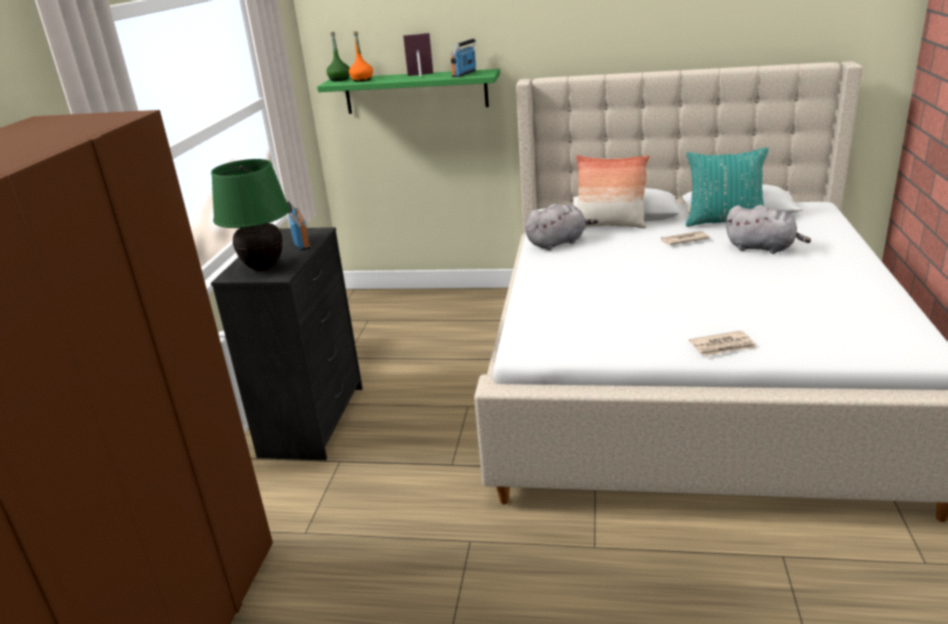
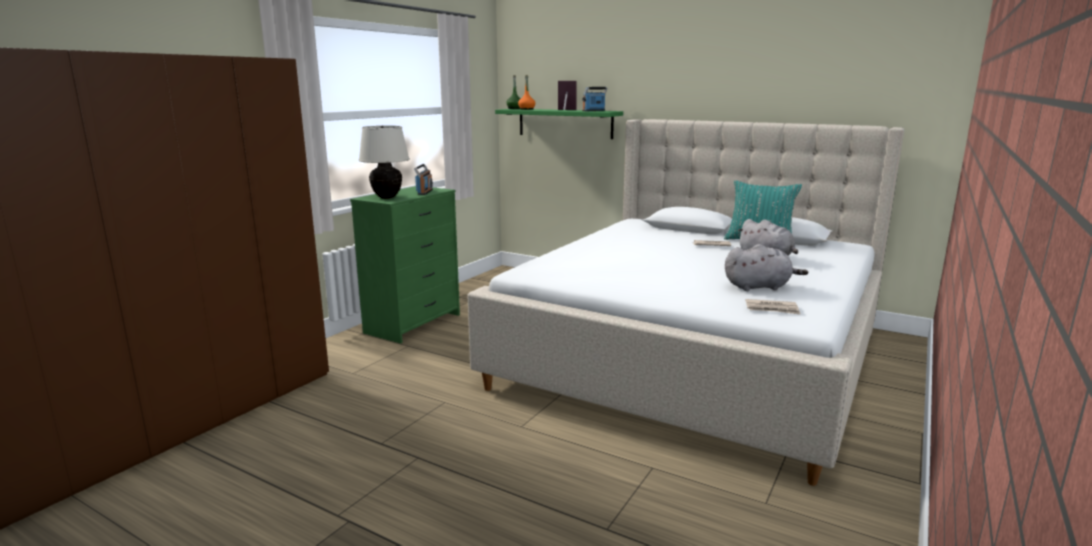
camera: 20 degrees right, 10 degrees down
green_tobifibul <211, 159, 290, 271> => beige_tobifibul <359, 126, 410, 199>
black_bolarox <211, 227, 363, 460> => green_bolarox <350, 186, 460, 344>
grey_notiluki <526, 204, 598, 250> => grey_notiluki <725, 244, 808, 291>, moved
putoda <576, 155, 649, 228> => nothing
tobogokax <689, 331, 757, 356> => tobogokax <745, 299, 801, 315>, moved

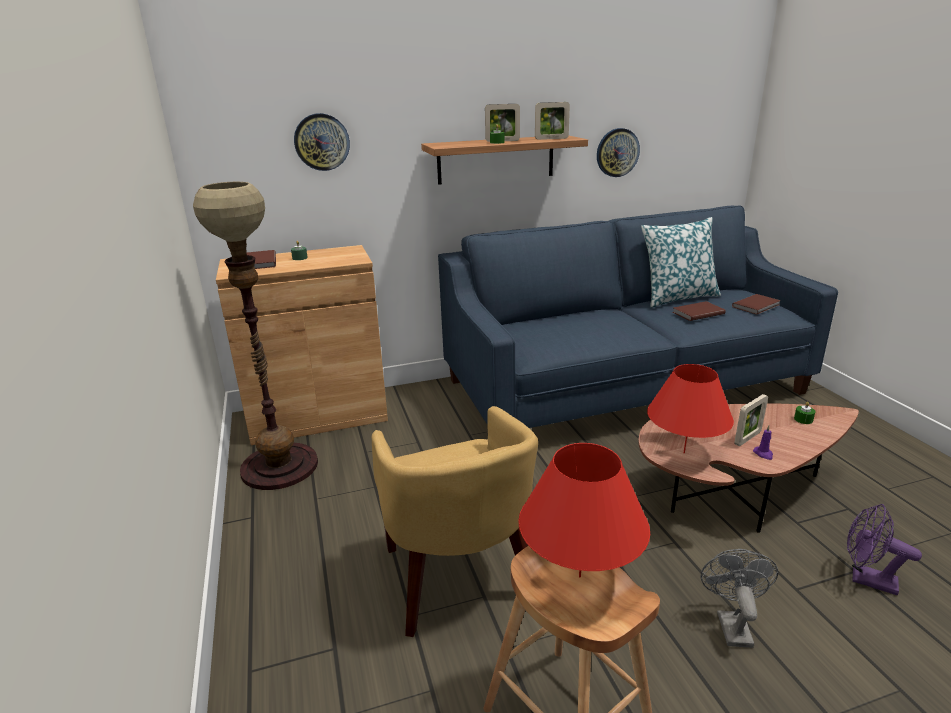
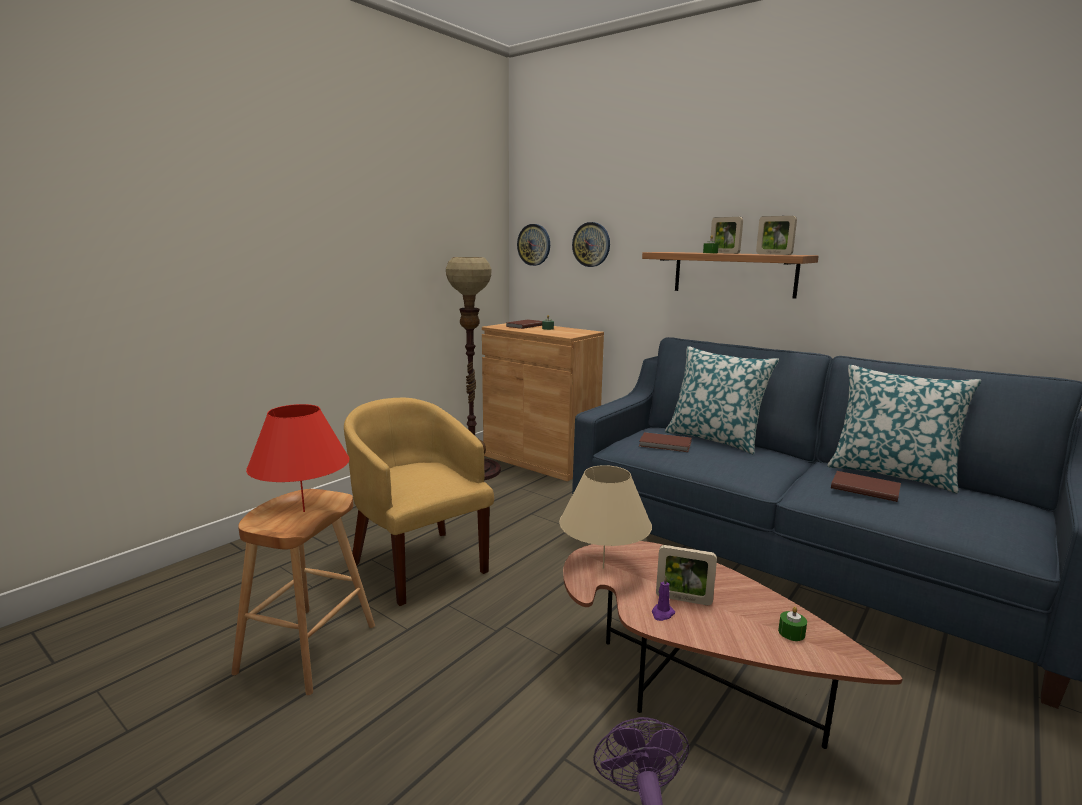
camera: 55 degrees right, 10 degrees down
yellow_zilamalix <372, 406, 538, 637> => yellow_zilamalix <344, 398, 494, 606>, 105 degrees clockwise
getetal <597, 128, 640, 177> => getetal <517, 224, 550, 266>, moved
red_tobifibul <647, 364, 734, 453> => beige_tobifibul <559, 465, 652, 569>
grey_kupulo <700, 549, 779, 648> => nothing
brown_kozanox <732, 294, 781, 315> => brown_kozanox <639, 432, 692, 452>, moved
nothing => putoda <665, 346, 779, 455>

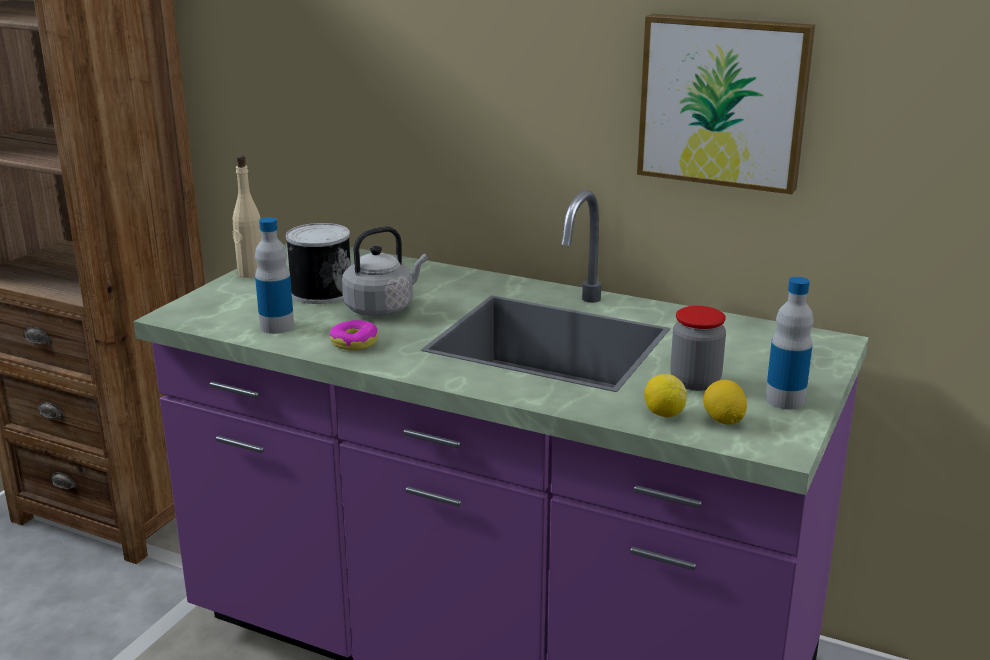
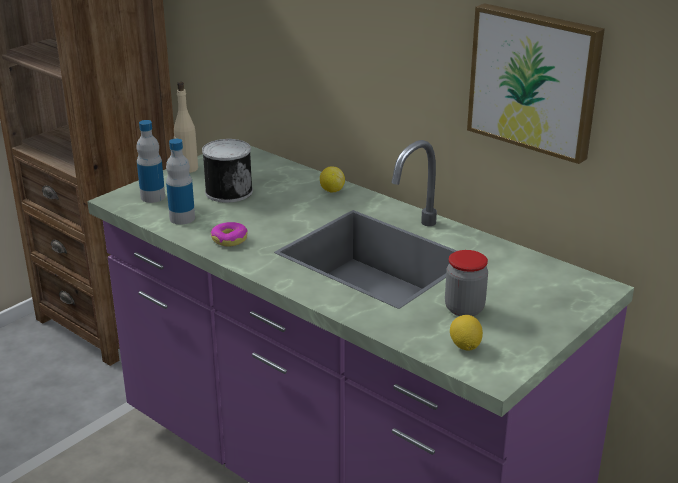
camera: 15 degrees right, 5 degrees up
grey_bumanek <342, 226, 427, 316> => nothing
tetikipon <644, 374, 687, 417> => tetikipon <320, 166, 345, 193>, moved
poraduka <765, 277, 814, 409> => poraduka <136, 120, 165, 203>, moved

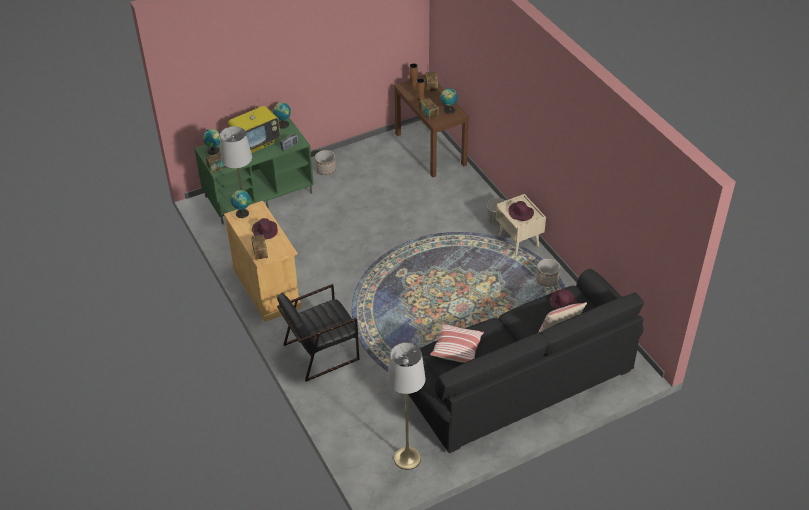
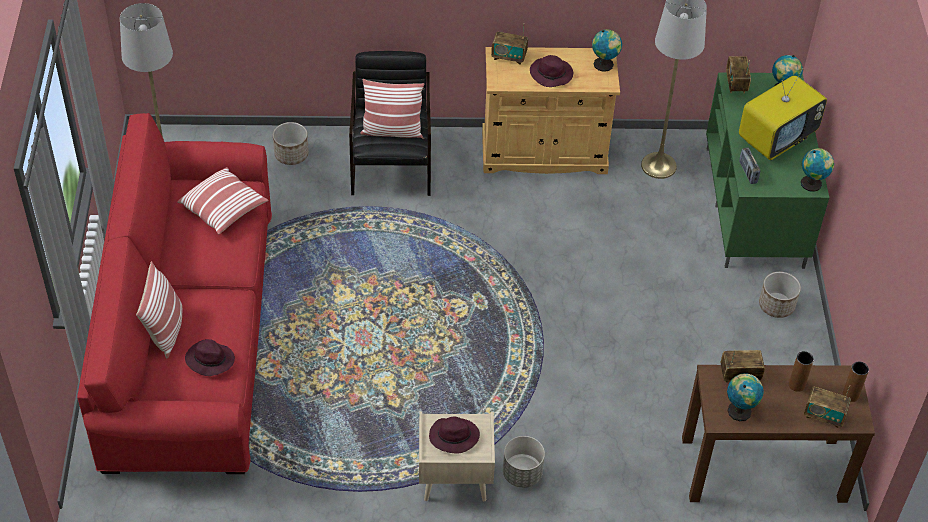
camera: 115 degrees right, 5 degrees up
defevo <228, 99, 280, 153> => defevo <739, 68, 827, 160>, 120 degrees counterclockwise
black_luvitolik <400, 269, 644, 453> => red_luvitolik <77, 113, 272, 474>
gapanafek <536, 259, 560, 287> => gapanafek <273, 122, 309, 165>, moved
nothing => putoda <360, 79, 424, 138>

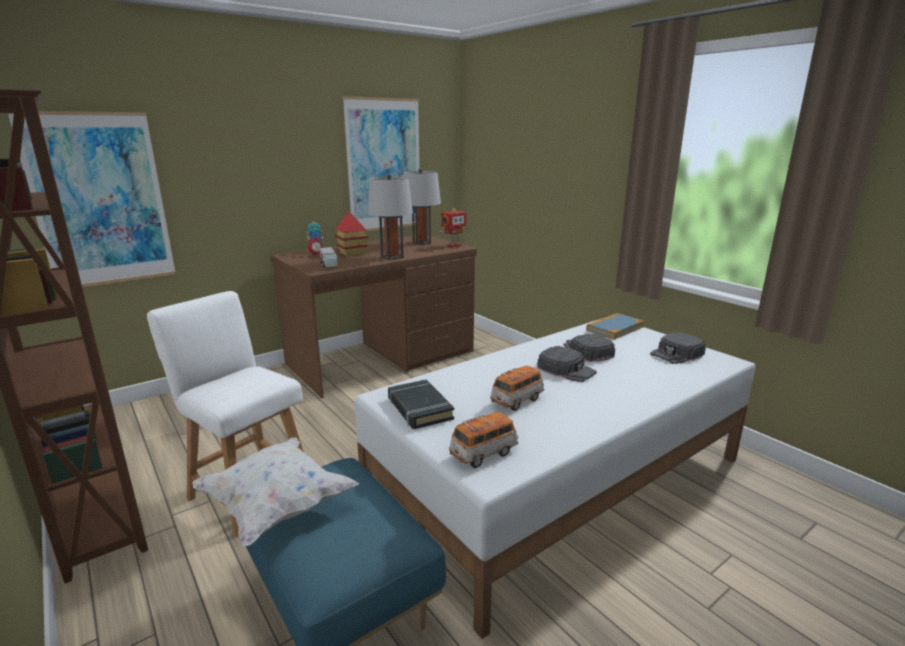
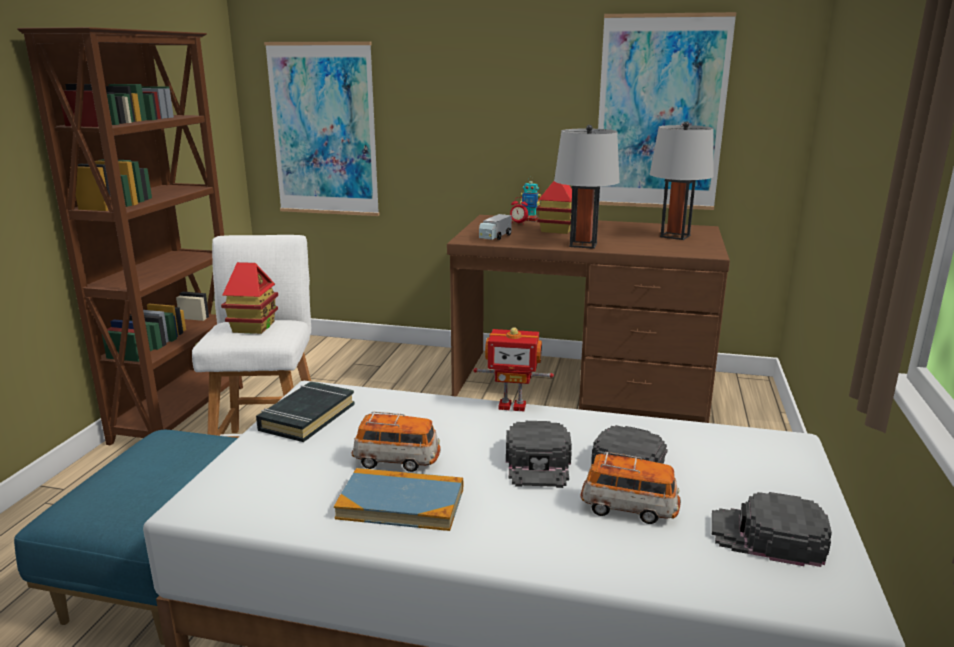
camera: 50 degrees right, 0 degrees up
white_putoda <192, 437, 359, 546> => nothing
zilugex <439, 208, 467, 248> => zilugex <473, 327, 554, 411>, moved
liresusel <449, 412, 518, 468> => liresusel <580, 452, 681, 524>, moved
kozanox <586, 313, 644, 340> => kozanox <334, 468, 463, 531>, moved
nothing => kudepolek <221, 262, 278, 334>

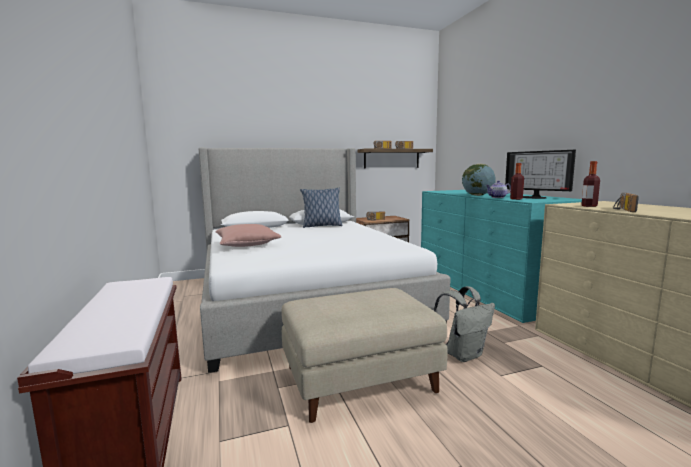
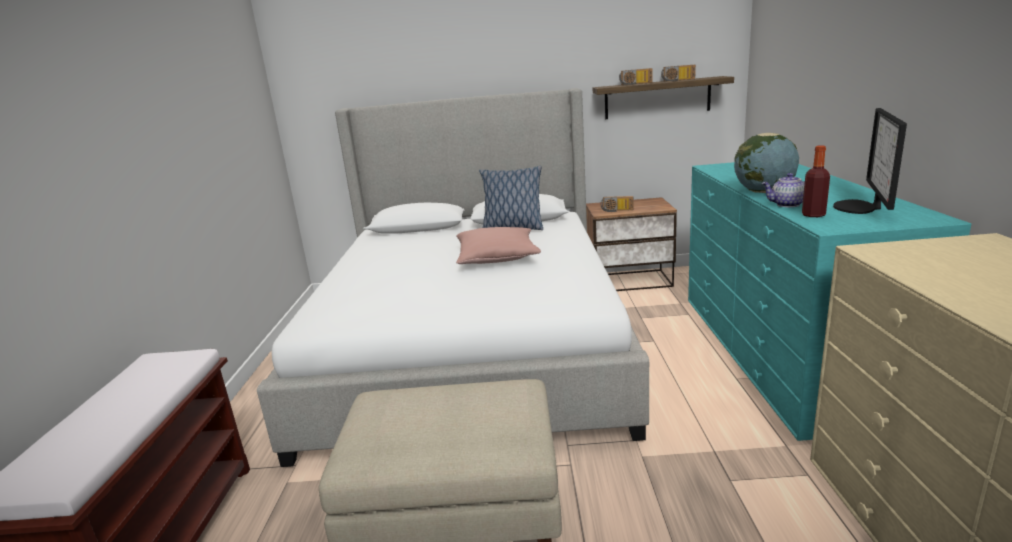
camera: 20 degrees right, 10 degrees up
pink_putoda <215, 224, 282, 247> => pink_putoda <456, 227, 541, 264>, moved
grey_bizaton <434, 286, 495, 362> => nothing
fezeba <505, 150, 576, 199> => fezeba <833, 108, 907, 214>, 45 degrees clockwise
poraduka <581, 161, 600, 207> => nothing
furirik <613, 193, 639, 212> => nothing

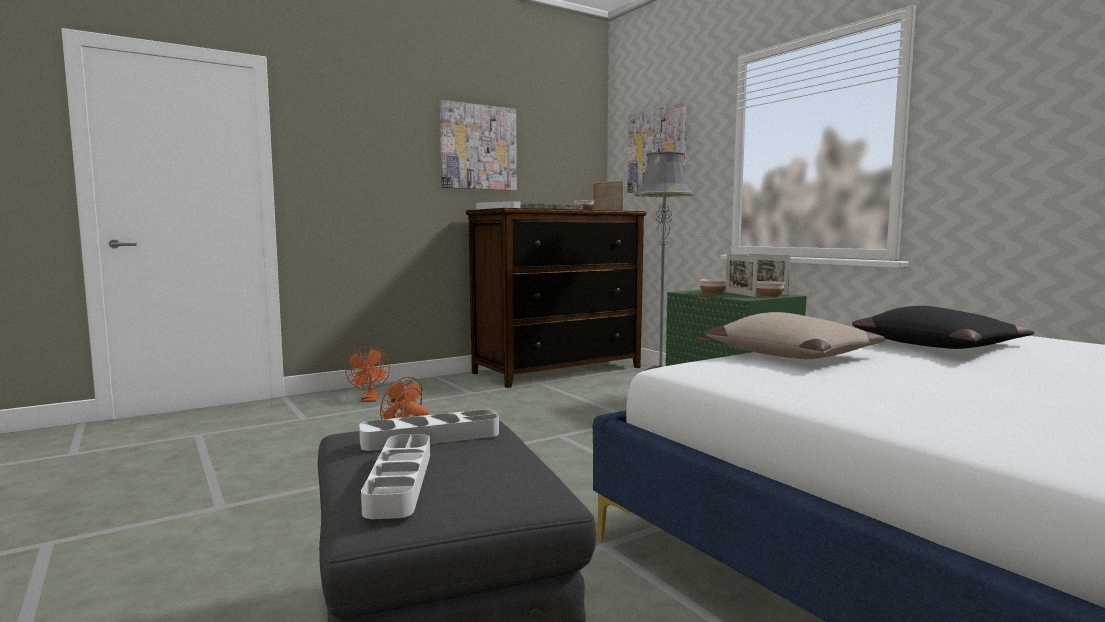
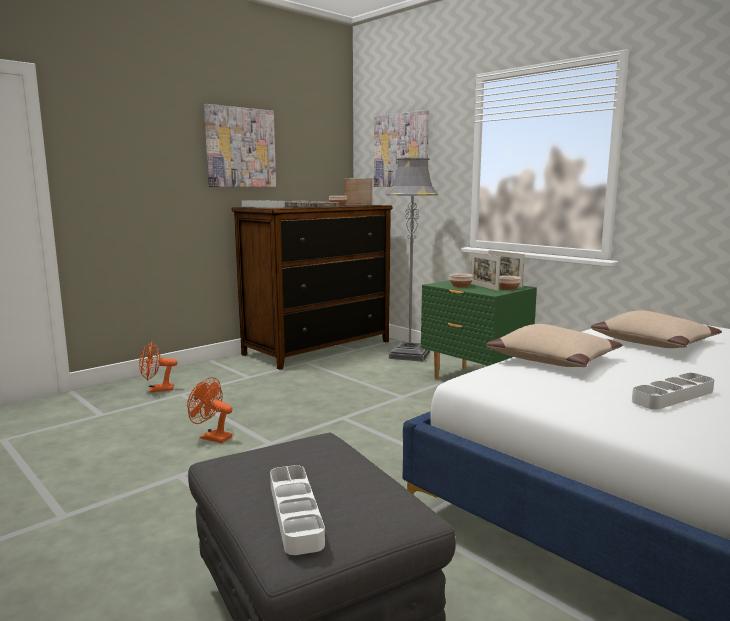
camera: 10 degrees left, 5 degrees up
orange_kupulo <345, 346, 390, 402> => orange_kupulo <139, 341, 177, 393>, 90 degrees clockwise
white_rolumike <359, 410, 499, 451> => white_rolumike <632, 373, 715, 410>, moved
black_putoda <852, 306, 1035, 349> => beige_putoda <591, 311, 722, 348>

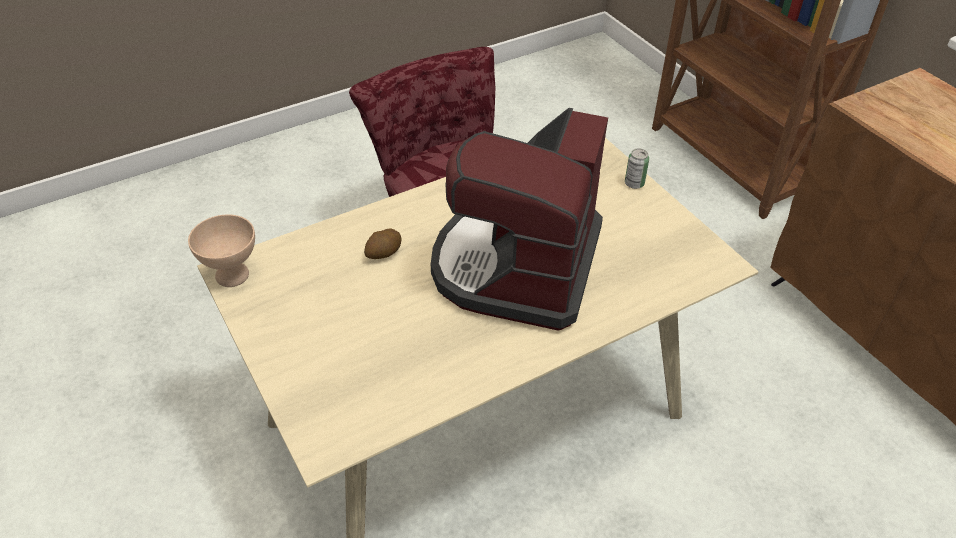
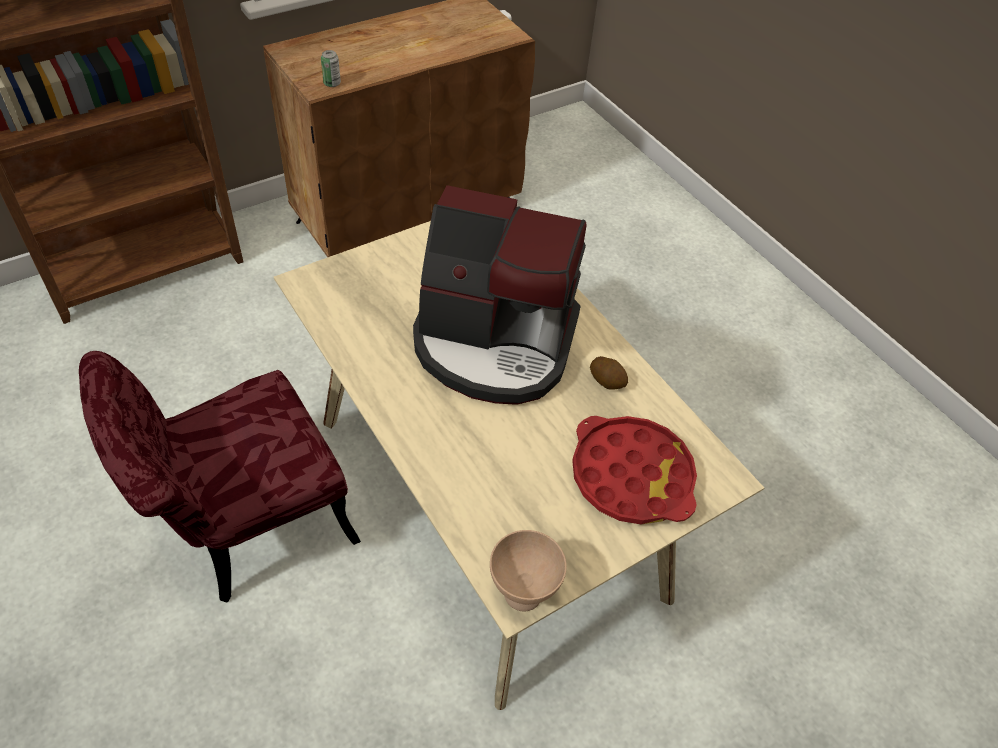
camera: 95 degrees left, 5 degrees up
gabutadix <364, 228, 402, 259> => gabutadix <590, 356, 628, 390>, moved
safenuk <625, 148, 649, 189> => safenuk <321, 50, 341, 87>, moved
nothing => red_rolumike <572, 416, 697, 524>

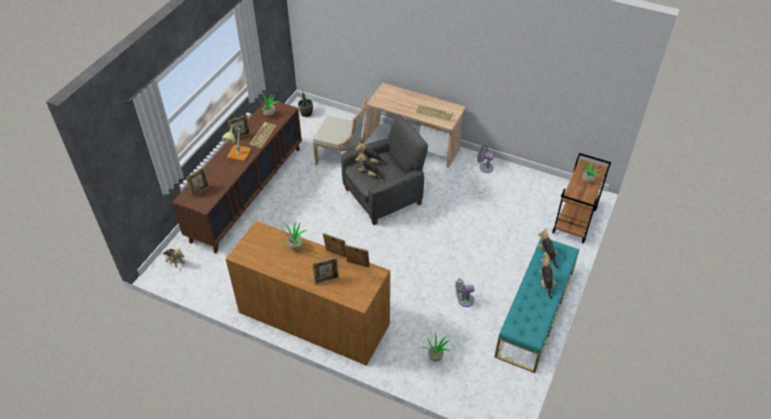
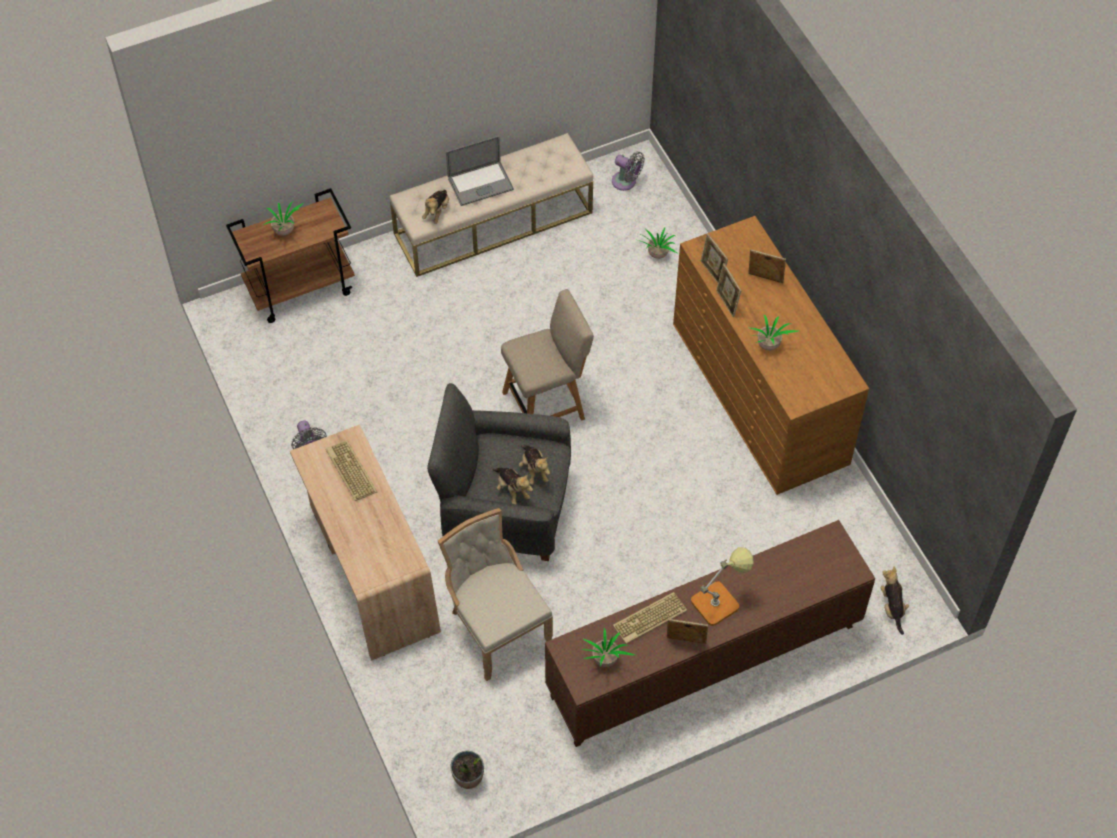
camera: 140 degrees left, 10 degrees up
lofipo <186, 167, 209, 197> => nothing
grey_kupulo <456, 279, 474, 307> => grey_kupulo <612, 152, 645, 191>, moved
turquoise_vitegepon <494, 238, 579, 373> => beige_vitegepon <390, 133, 593, 277>
notiluki <539, 256, 556, 299> => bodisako <446, 136, 514, 206>
nothing => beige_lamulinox <501, 289, 594, 421>

